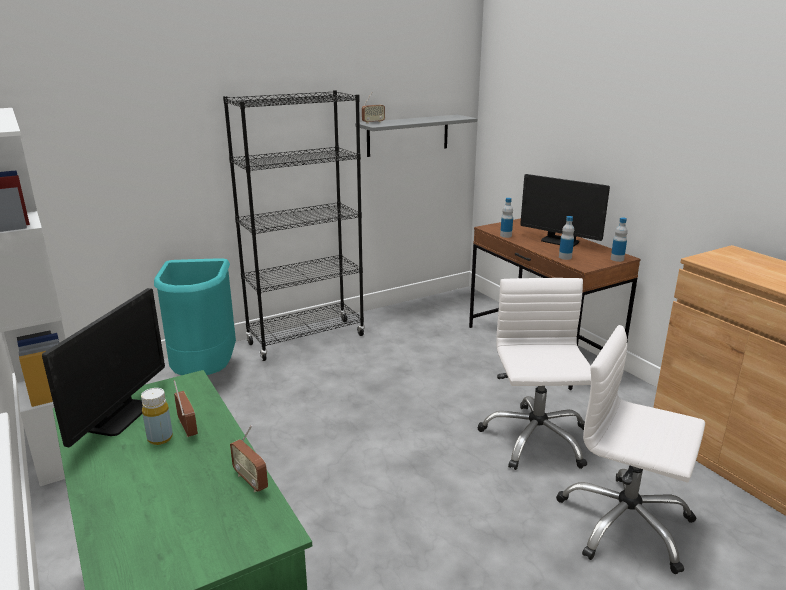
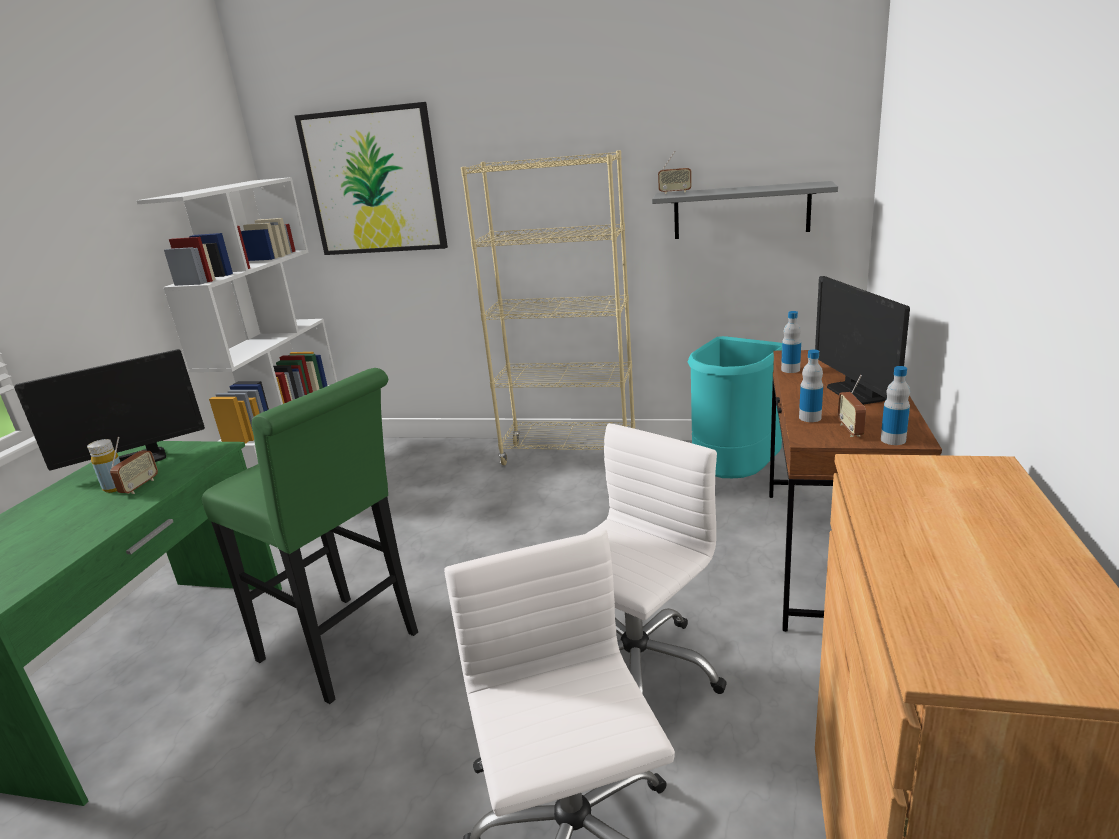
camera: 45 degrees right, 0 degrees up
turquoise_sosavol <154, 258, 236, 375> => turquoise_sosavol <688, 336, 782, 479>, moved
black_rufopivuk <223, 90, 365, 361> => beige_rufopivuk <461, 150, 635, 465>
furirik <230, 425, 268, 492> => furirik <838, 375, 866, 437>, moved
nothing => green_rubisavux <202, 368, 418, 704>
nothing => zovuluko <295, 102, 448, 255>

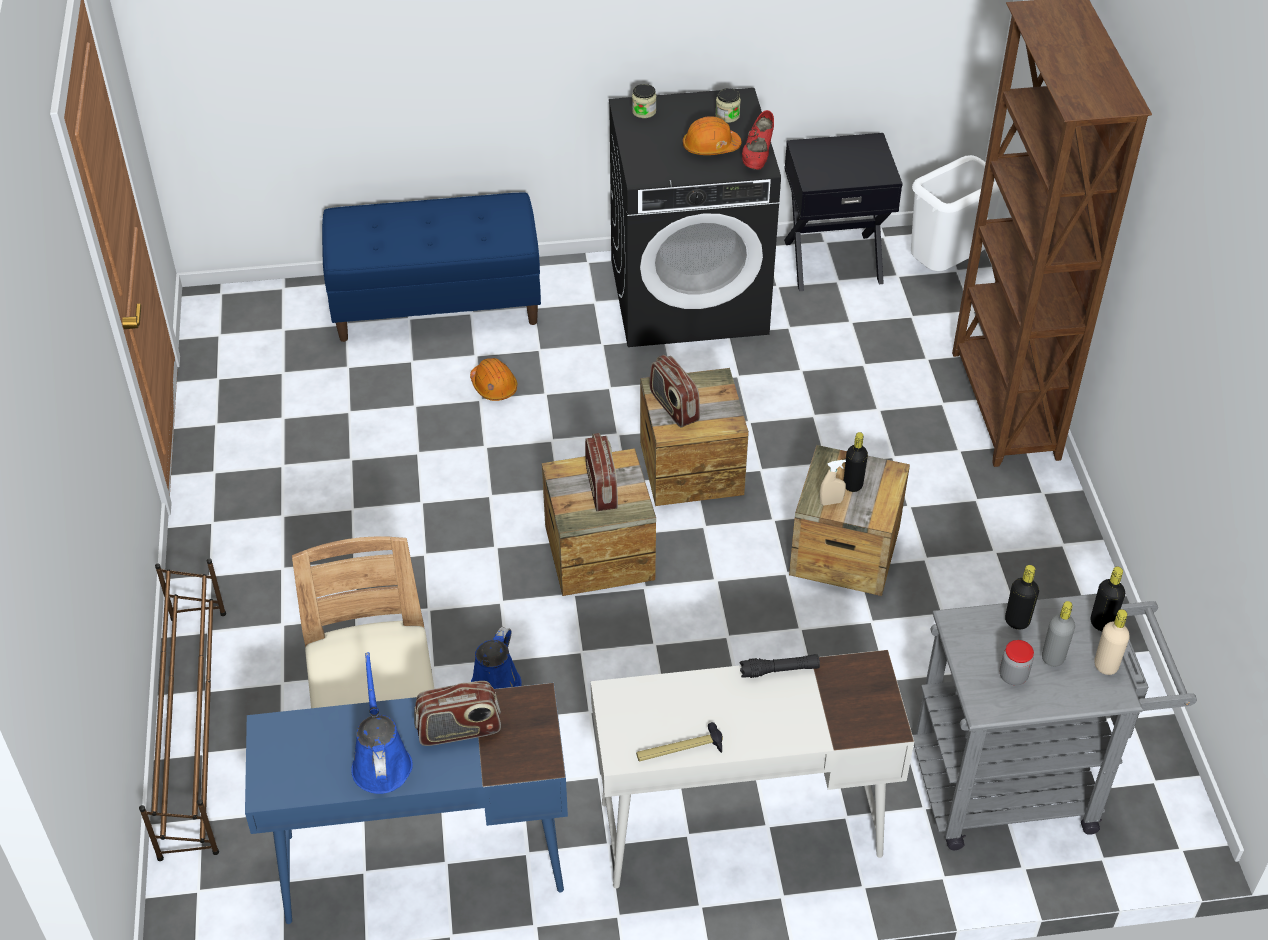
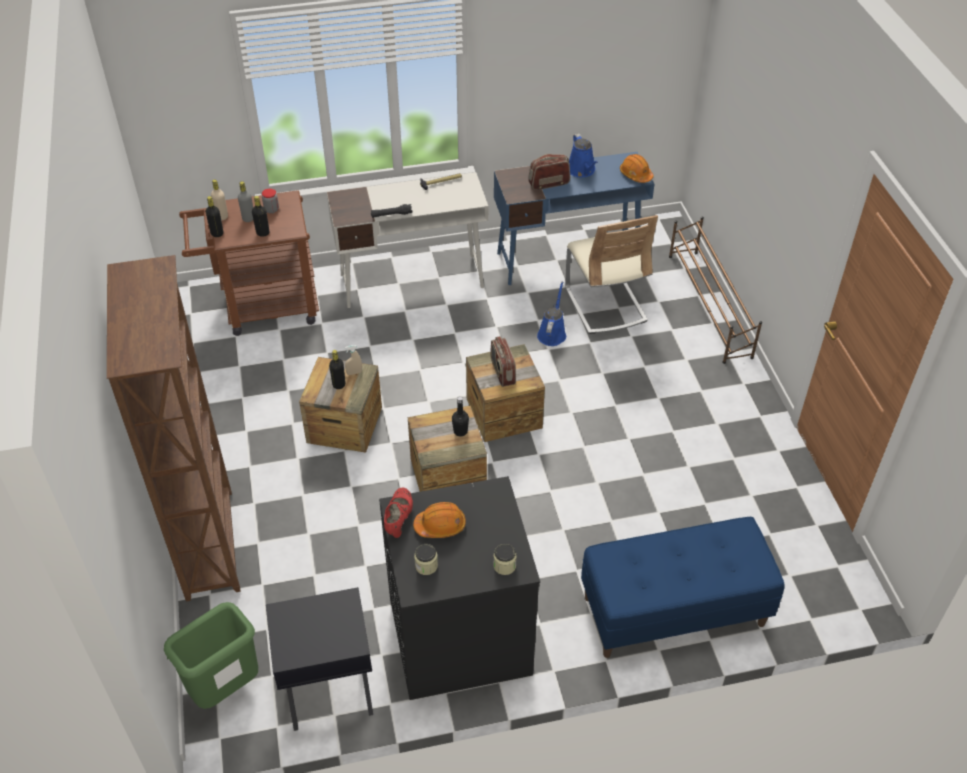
camera: 175 degrees right, 0 degrees up
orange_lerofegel <470, 358, 517, 401> => orange_lerofegel <620, 154, 653, 183>, moved
furirik <649, 355, 700, 427> => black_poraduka <452, 396, 469, 437>
white_sosavol <911, 155, 1001, 271> => green_sosavol <164, 602, 258, 709>
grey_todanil <913, 594, 1197, 850> => brown_todanil <179, 190, 319, 336>

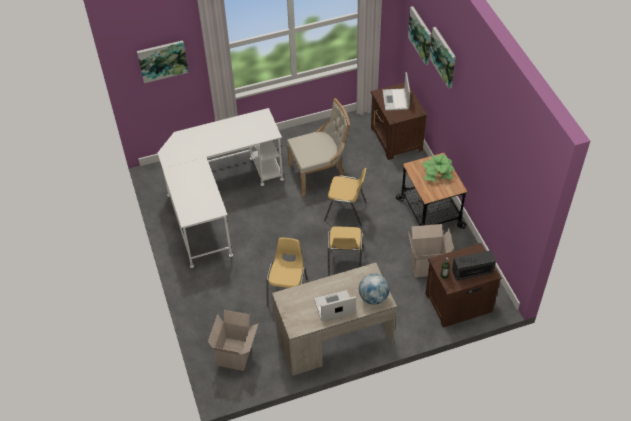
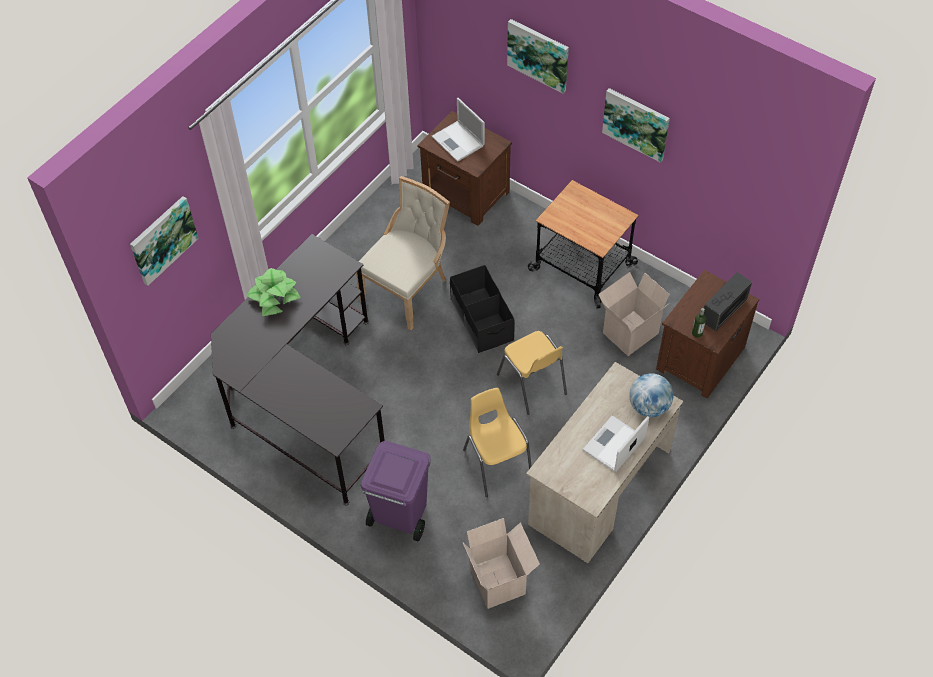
camera: 35 degrees left, 5 degrees up
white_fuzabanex <158, 108, 284, 268> => black_fuzabanex <211, 234, 385, 505>
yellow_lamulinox <324, 168, 367, 226> => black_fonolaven <450, 265, 515, 353>
zovuluko <408, 6, 431, 65> => zovuluko <602, 88, 670, 163>, moved
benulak <422, 154, 455, 182> => benulak <247, 268, 301, 316>, moved
nothing => purple_sosavol <361, 441, 431, 541>

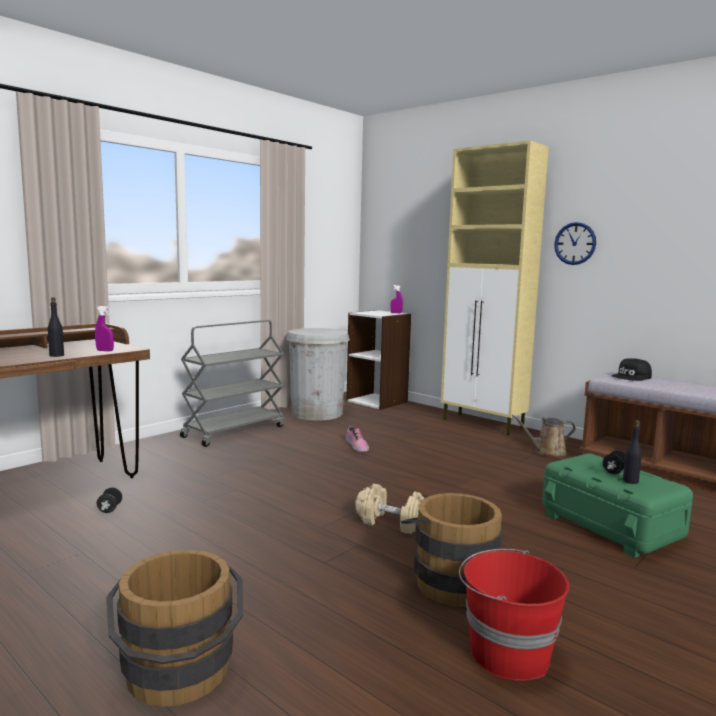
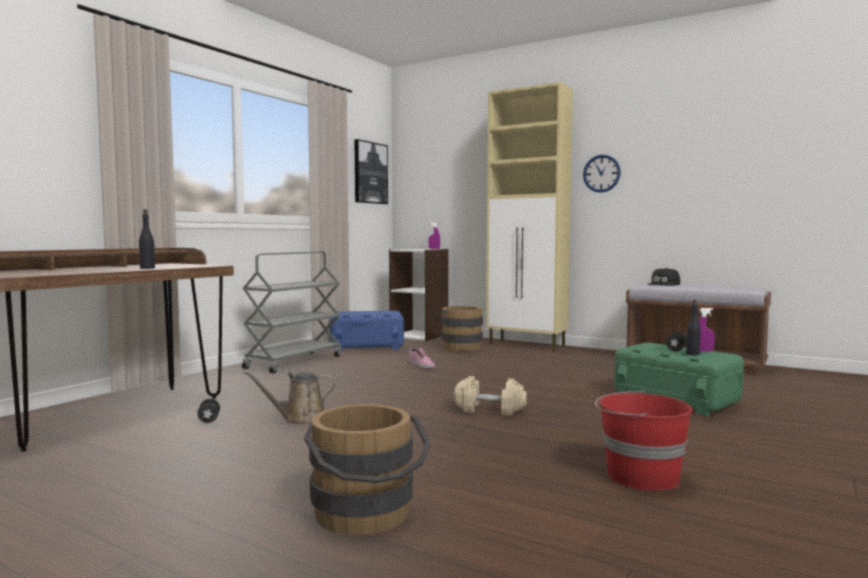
camera: 10 degrees left, 5 degrees down
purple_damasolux <95, 306, 114, 351> => purple_damasolux <698, 308, 715, 352>, moved
white_sosavol <286, 328, 350, 420> => blue_fonolaven <330, 311, 404, 351>
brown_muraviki <401, 493, 503, 607> => brown_muraviki <434, 306, 483, 351>, moved
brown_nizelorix <512, 415, 575, 456> => brown_nizelorix <243, 371, 335, 424>, moved
nothing => zovuluko <355, 139, 388, 204>

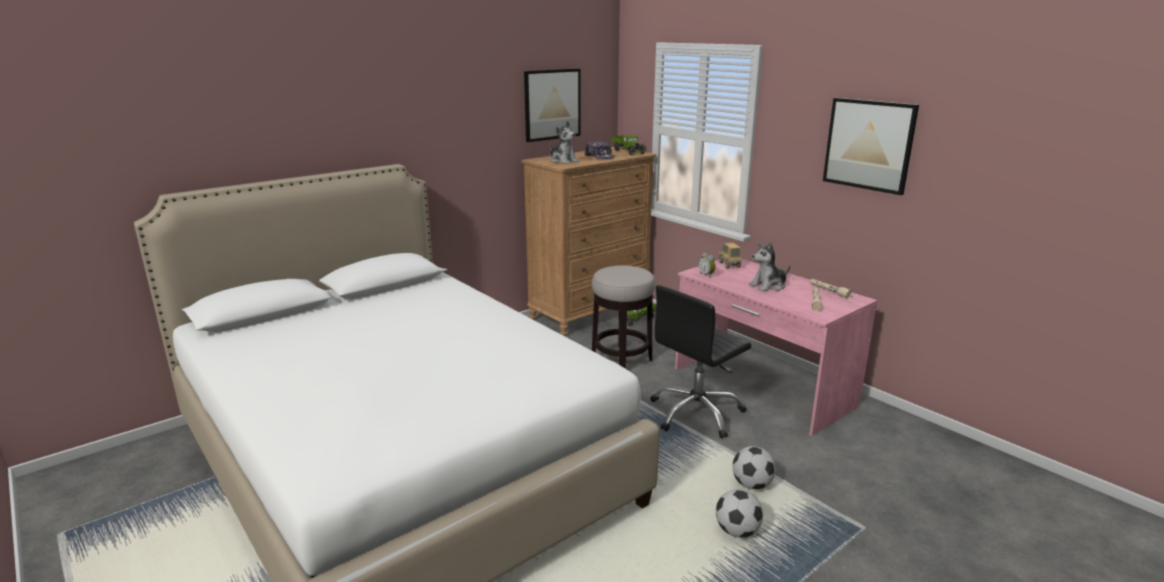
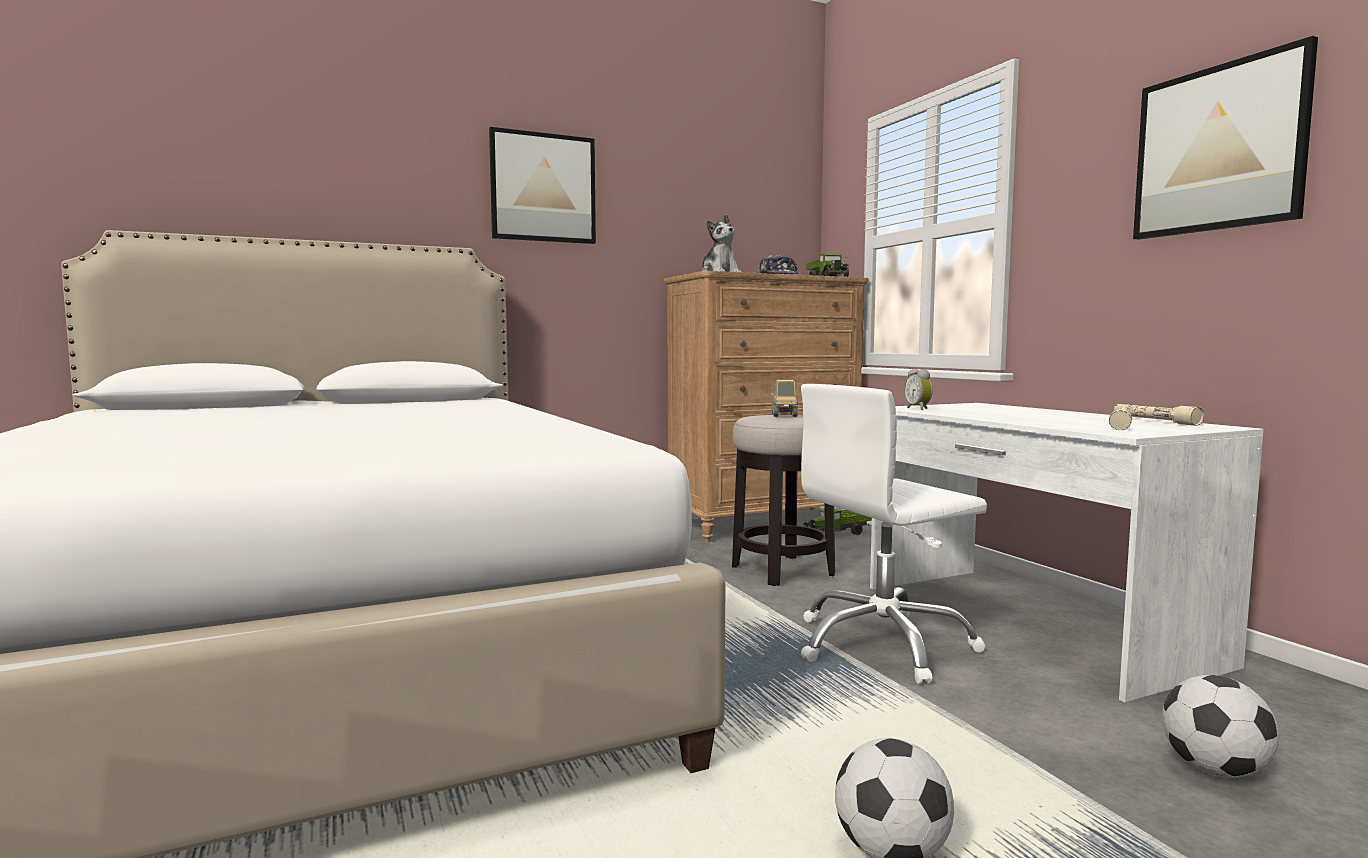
camera: 15 degrees right, 15 degrees down
zovuluko <524, 69, 580, 142> => zovuluko <489, 127, 596, 244>, moved
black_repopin <651, 285, 751, 439> => white_repopin <801, 384, 987, 684>
pink_fuzabanex <675, 259, 878, 436> => white_fuzabanex <870, 403, 1264, 703>
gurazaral <718, 242, 742, 269> => gurazaral <772, 380, 798, 417>, moved
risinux <732, 446, 776, 490> => risinux <1162, 675, 1279, 778>, moved
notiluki <749, 242, 790, 292> => nothing

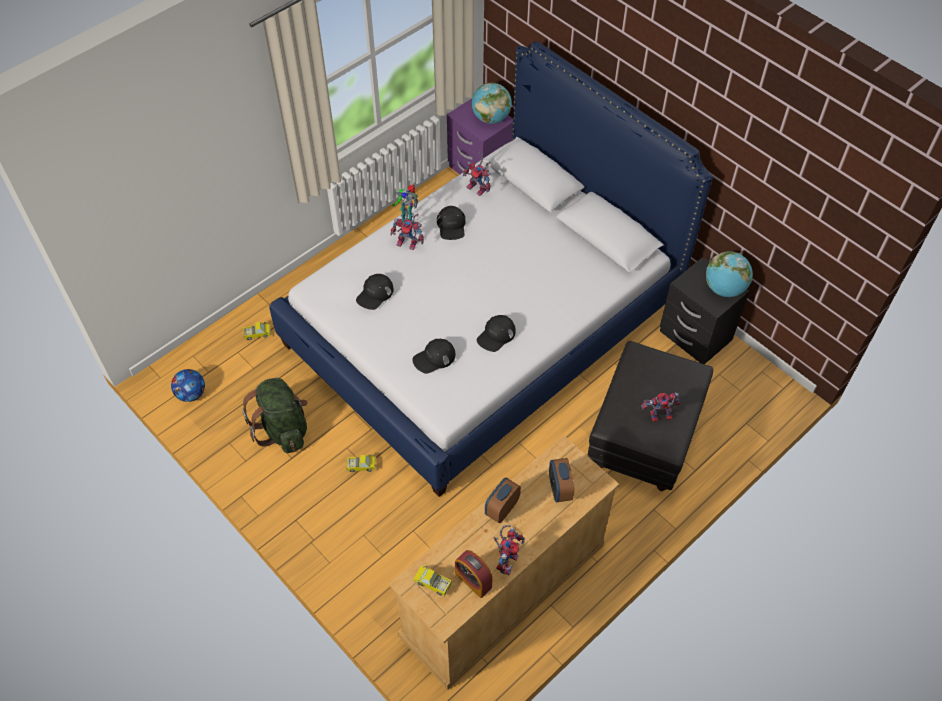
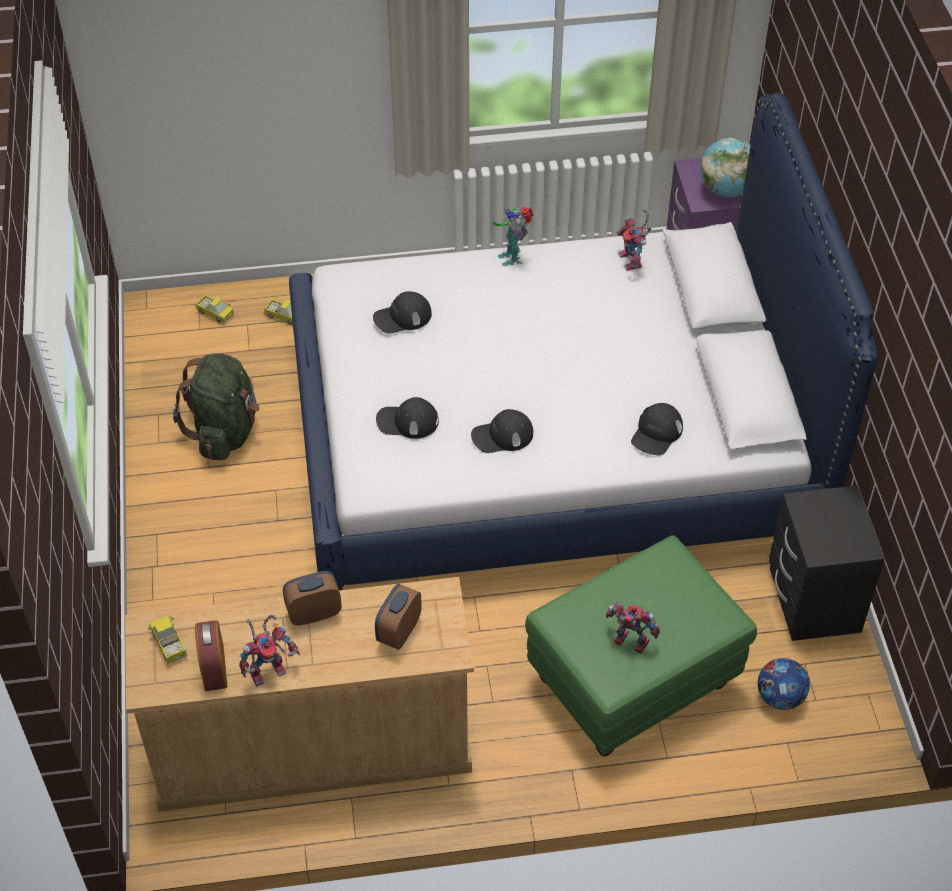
camera: 35 degrees right, 5 degrees down
risinux <171, 369, 205, 402> => risinux <758, 658, 810, 710>, moved
gurazaral <346, 454, 376, 472> => gurazaral <195, 295, 234, 324>, moved
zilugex <390, 207, 424, 250> => nothing
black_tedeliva <437, 206, 466, 240> => black_tedeliva <631, 403, 683, 455>, moved
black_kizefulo <588, 341, 713, 491> => green_kizefulo <525, 535, 757, 756>
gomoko <706, 251, 753, 297> => nothing

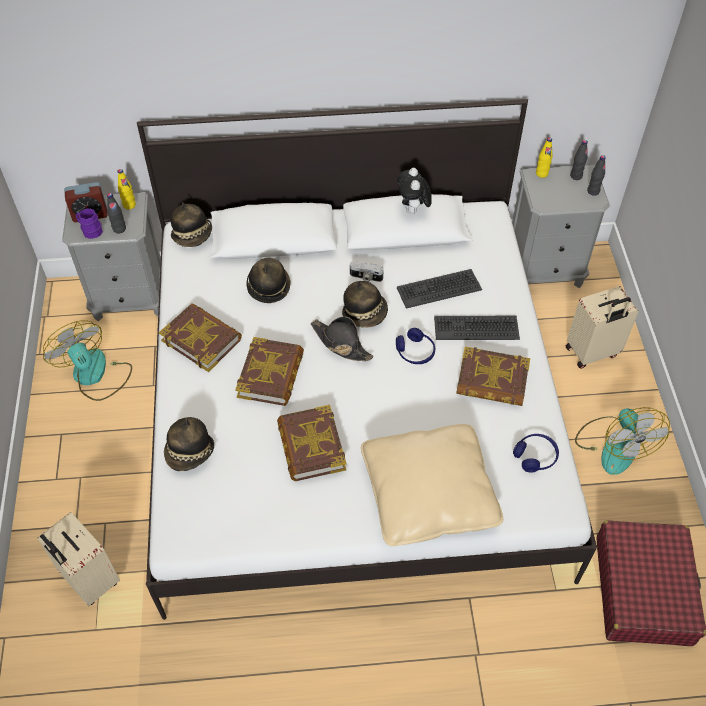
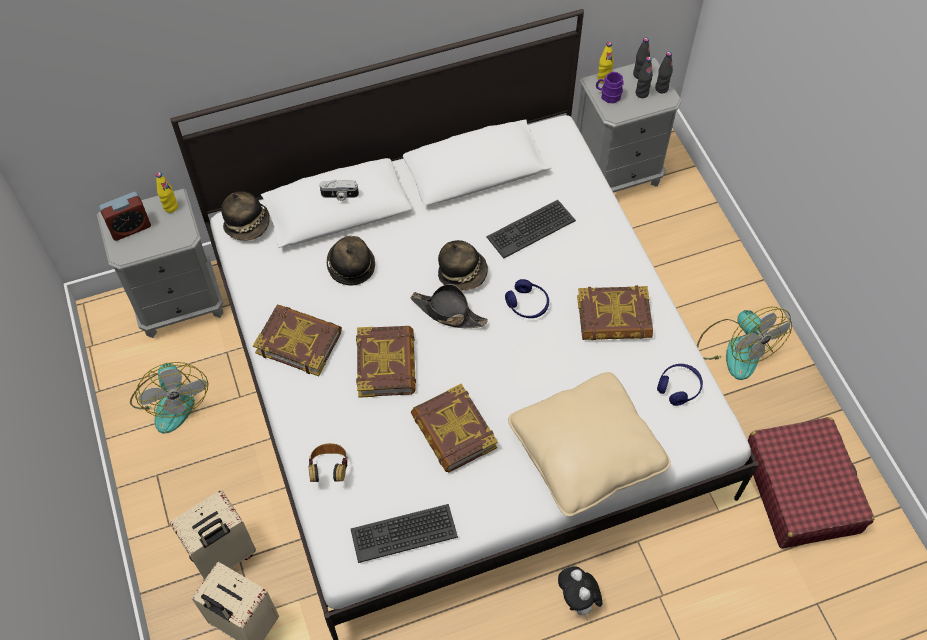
camera: 15 degrees left, 5 degrees up
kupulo <43, 320, 132, 401> => kupulo <130, 362, 208, 434>, 150 degrees counterclockwise
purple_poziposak <76, 208, 103, 239> => purple_poziposak <596, 72, 624, 103>, moved
black_poraduka <107, 193, 126, 234> => black_poraduka <636, 57, 653, 98>, moved
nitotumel <164, 417, 214, 471> => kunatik <308, 443, 348, 482>
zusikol <350, 261, 384, 282> => zusikol <319, 179, 359, 201>, moved
notiluki <397, 168, 432, 214> => notiluki <558, 566, 602, 620>, moved
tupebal <434, 316, 520, 340> => tupebal <351, 504, 458, 563>, moved
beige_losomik <566, 286, 638, 369> => beige_losomik <170, 490, 256, 580>, moved

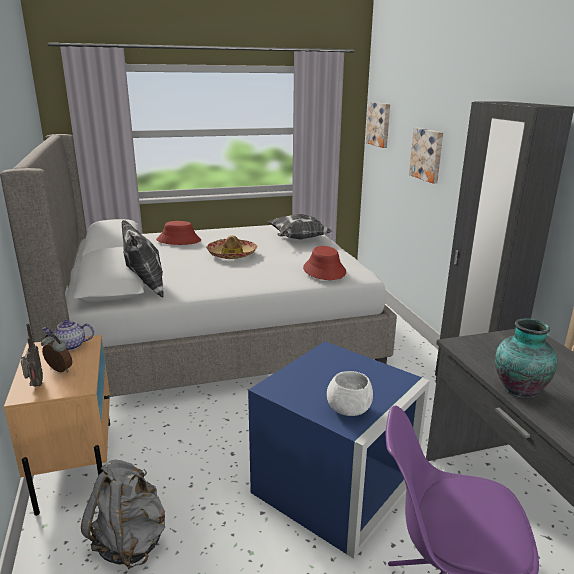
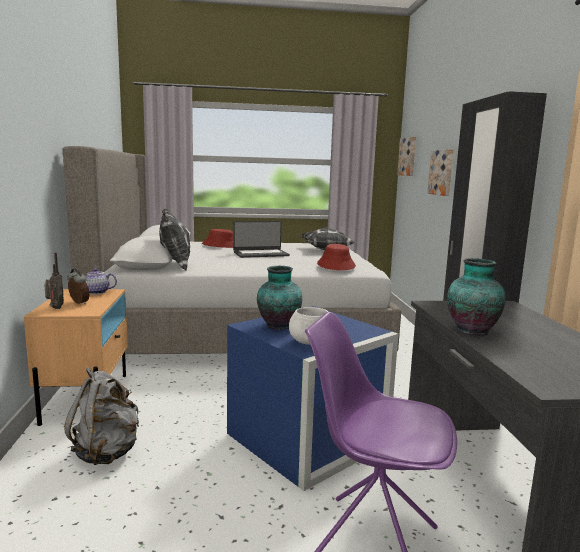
camera: 10 degrees right, 10 degrees down
nitotumel <206, 235, 257, 259> => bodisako <233, 221, 290, 258>
nothing => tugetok <257, 266, 302, 330>

